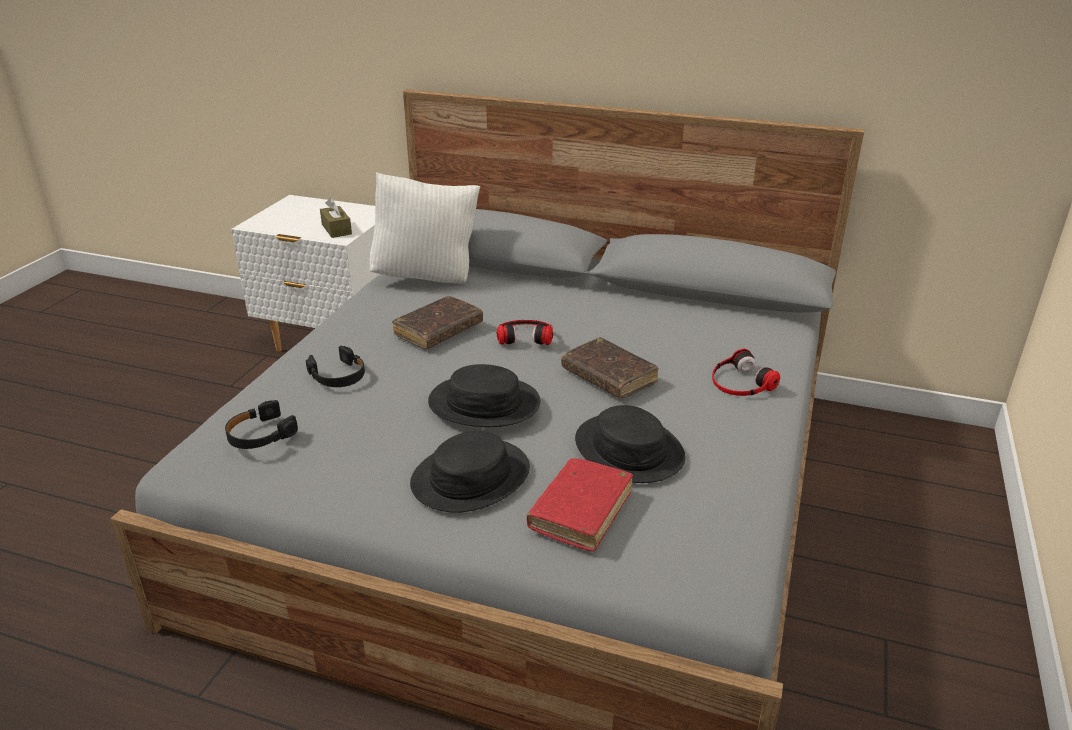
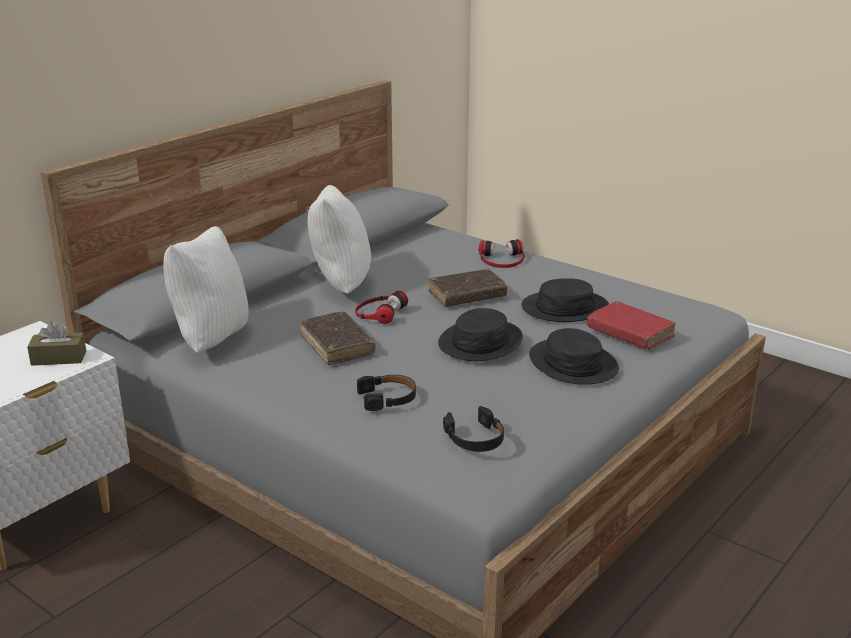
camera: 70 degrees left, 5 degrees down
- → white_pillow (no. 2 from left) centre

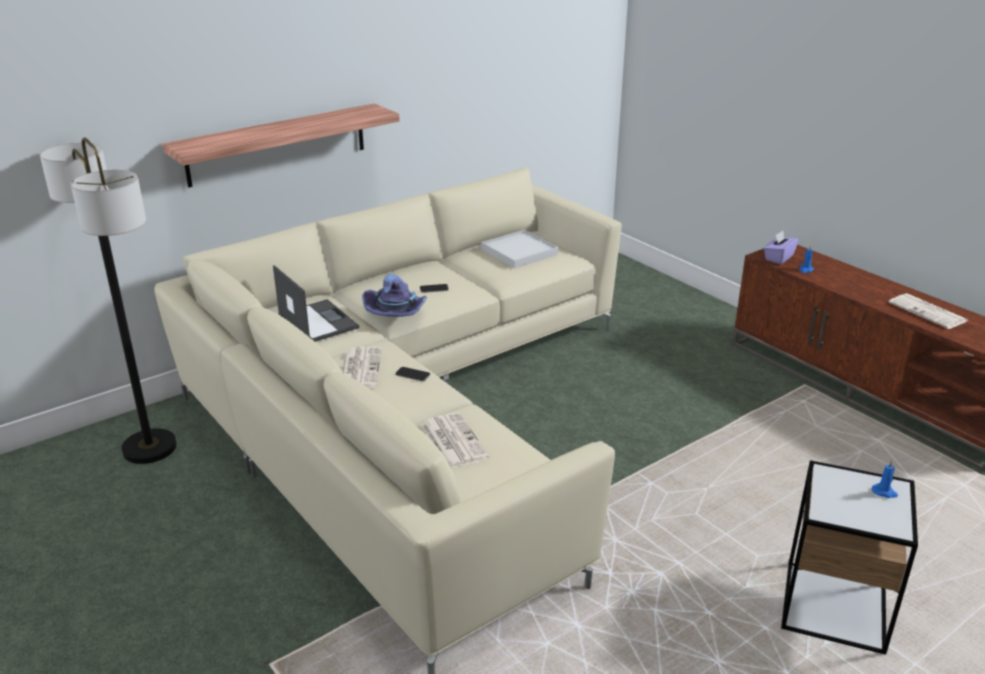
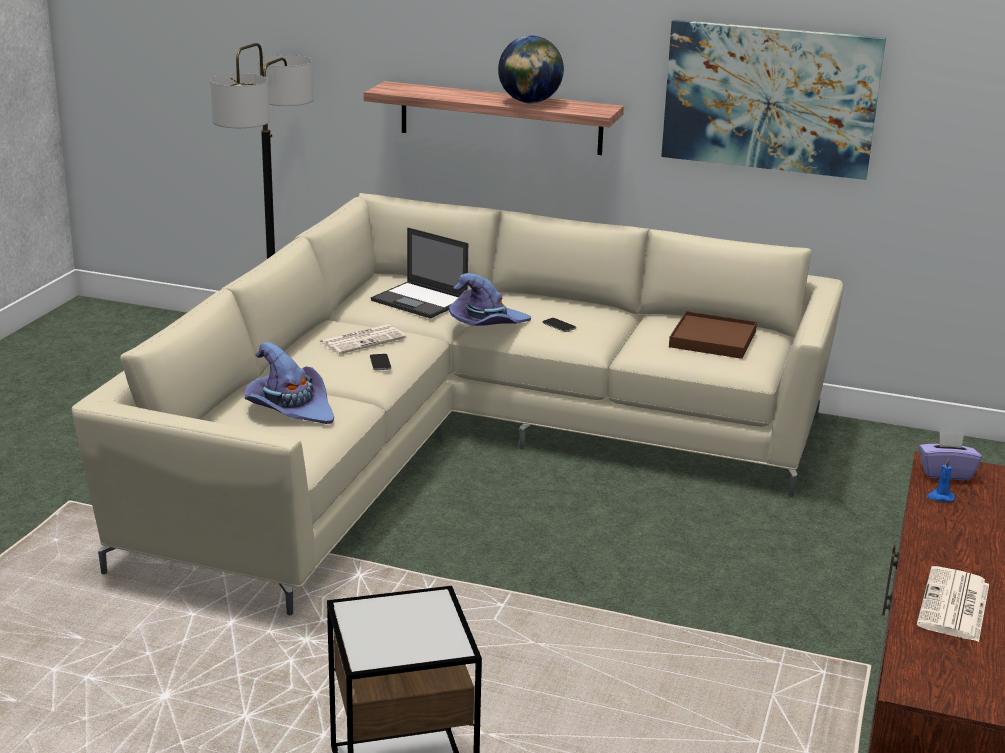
camera: 55 degrees right, 5 degrees down
white_tray centre → brown_tray middle right
laptop middle left → laptop centre, 105 degrees clockwise
newspaper (no. 2 from left) centre → purple_hat (no. 1 from left) middle left
blue_candle (no. 2 from left) bottom right → -
- → picture top right
- → globe top centre

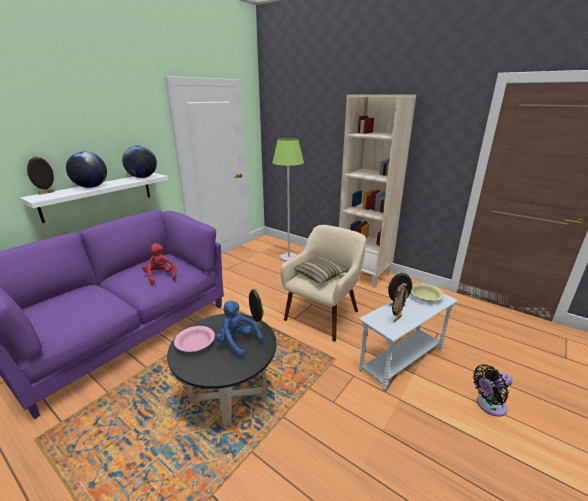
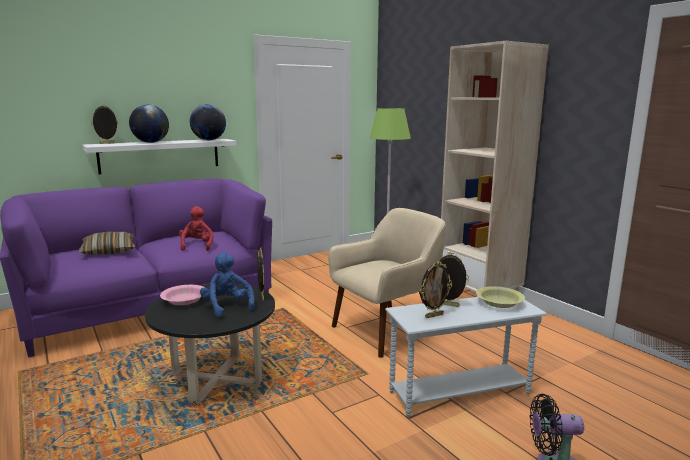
camera: 20 degrees right, 10 degrees down
pillow centre → pillow middle left, relocated

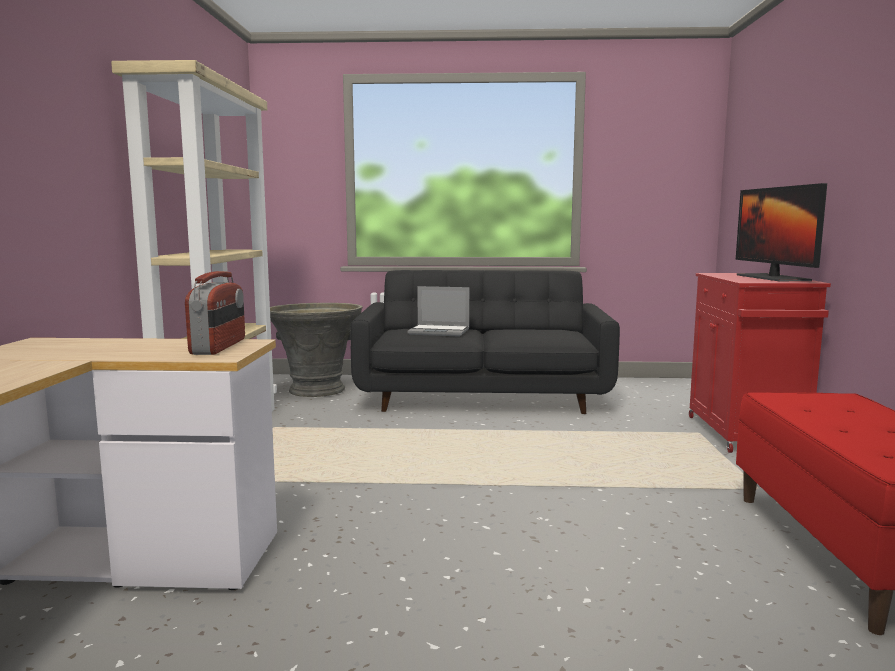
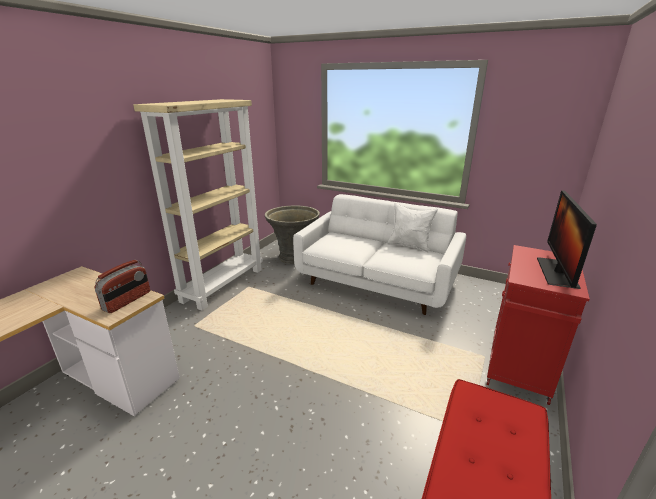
camera: 25 degrees right, 15 degrees up
black_sofa centre → white_sofa centre
laptop centre → -
- → white_pillow centre

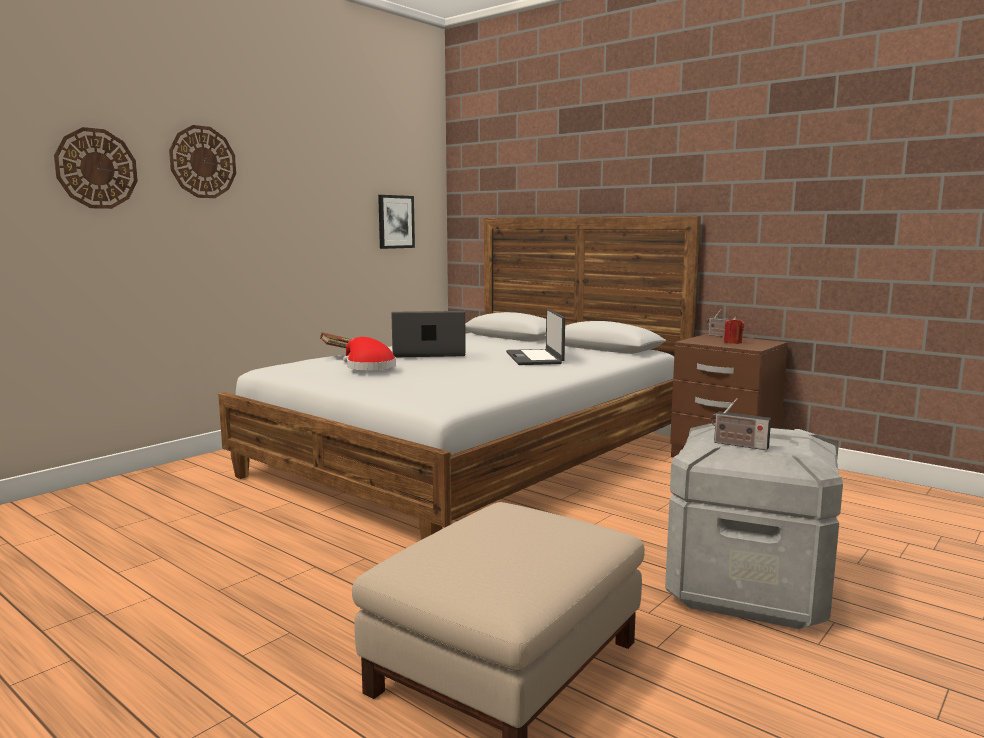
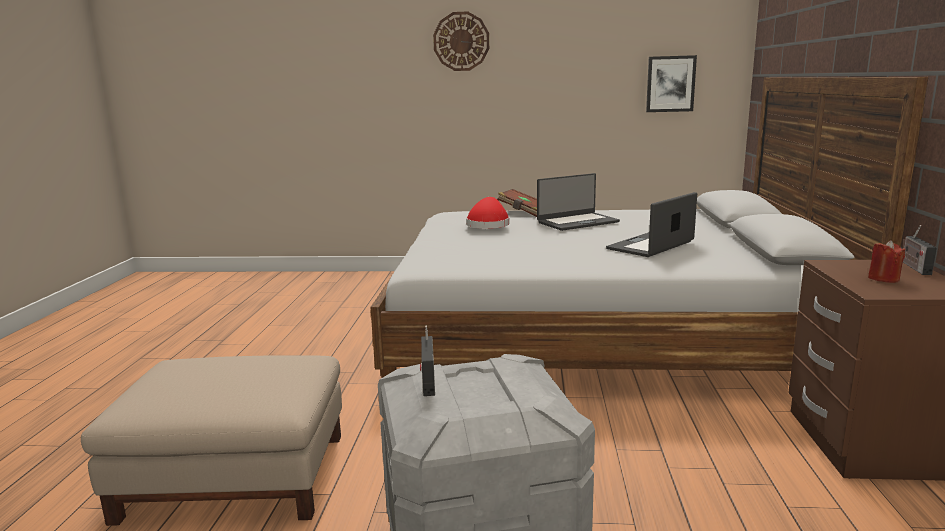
camera: 55 degrees right, 5 degrees up
wall_clock (no. 1 from left) top left → -
laptop (no. 1 from left) centre, 105 degrees clockwise

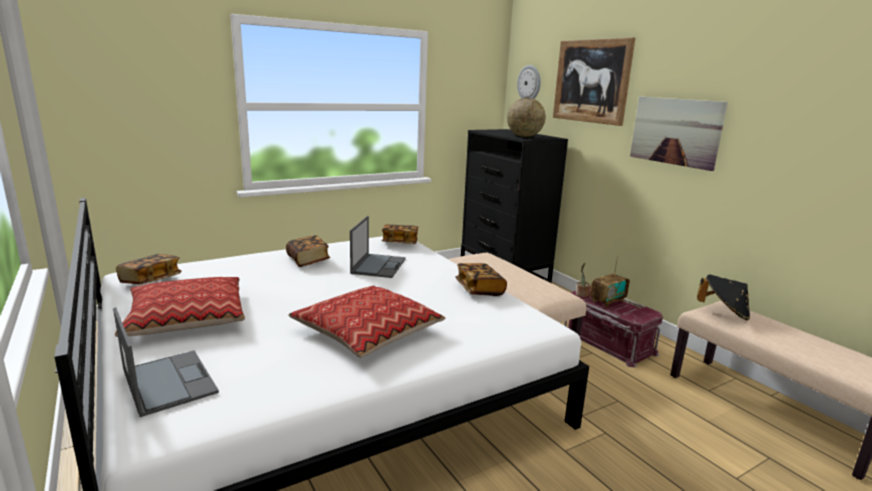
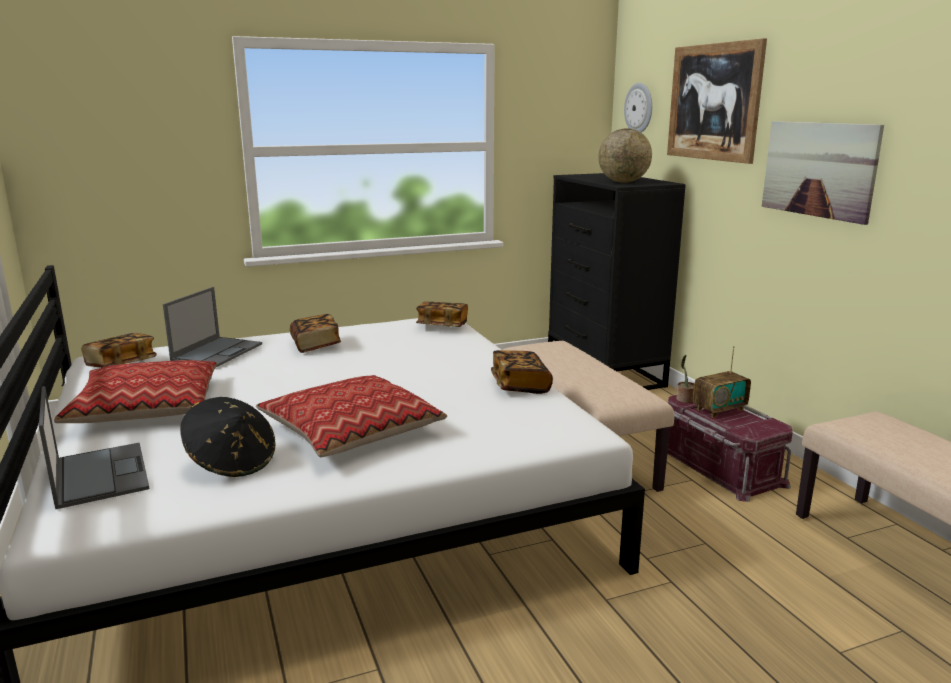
camera: 10 degrees right, 0 degrees up
laptop (no. 2 from left) centre → laptop (no. 2 from left) middle left, relocated
black_hat middle right → black_hat middle left, relocated

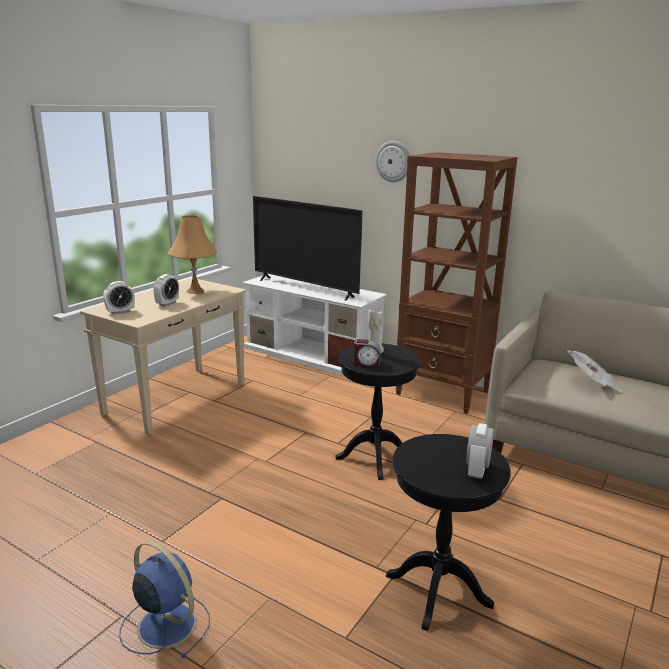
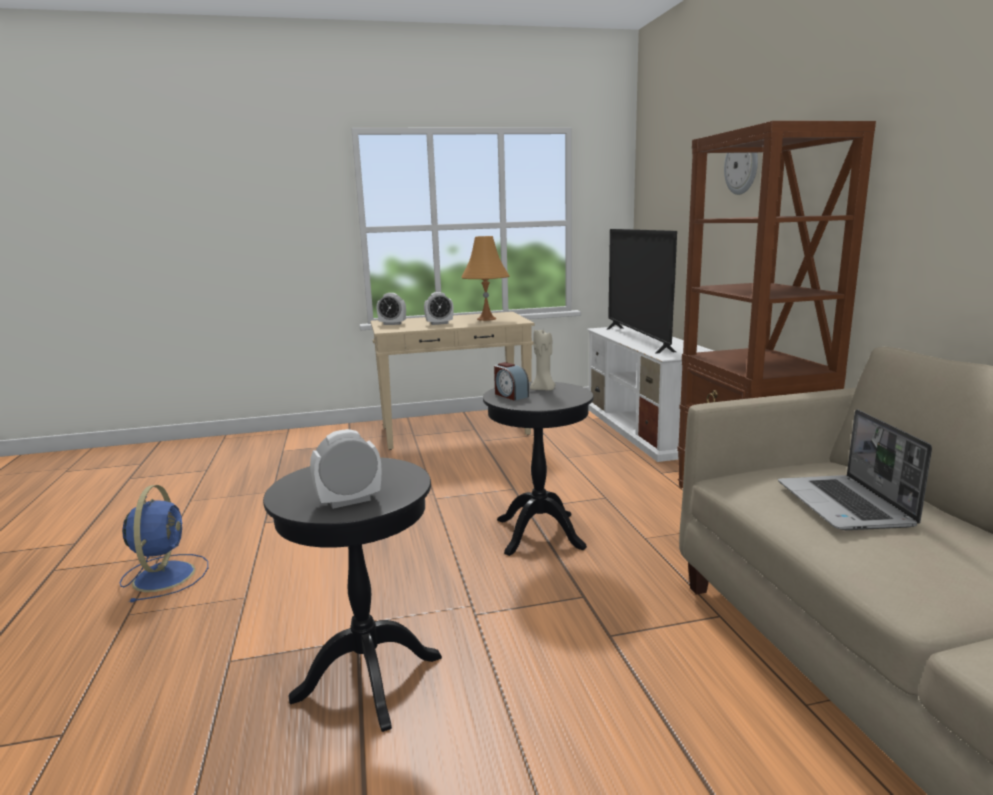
camera: 45 degrees right, 5 degrees down
newspaper middle right → laptop middle right

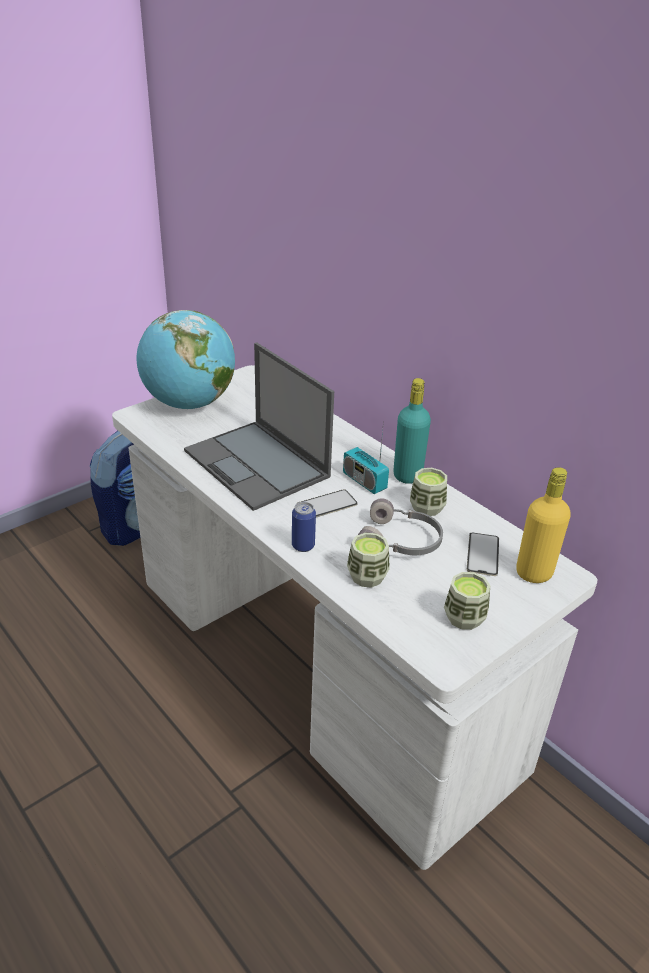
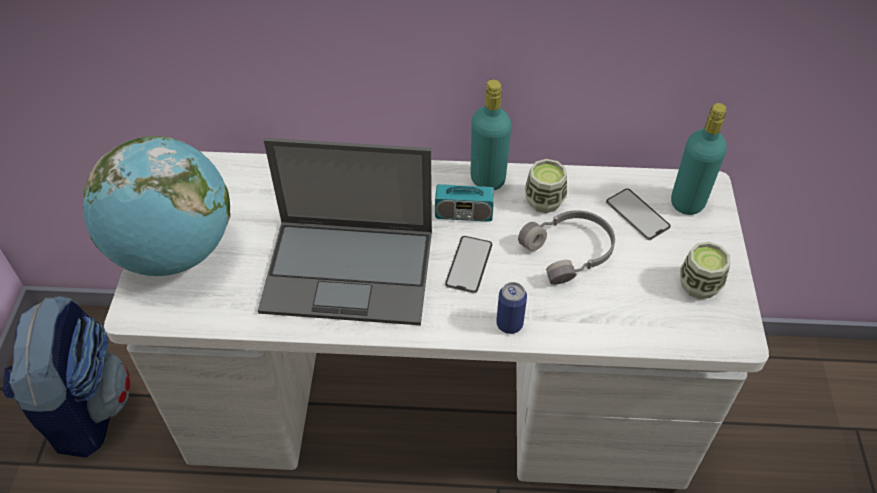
camera: 45 degrees left, 15 degrees up
yellow_bottle middle right → turquoise_bottle (no. 2 from left) top right
cup (no. 1 from left) centre → -

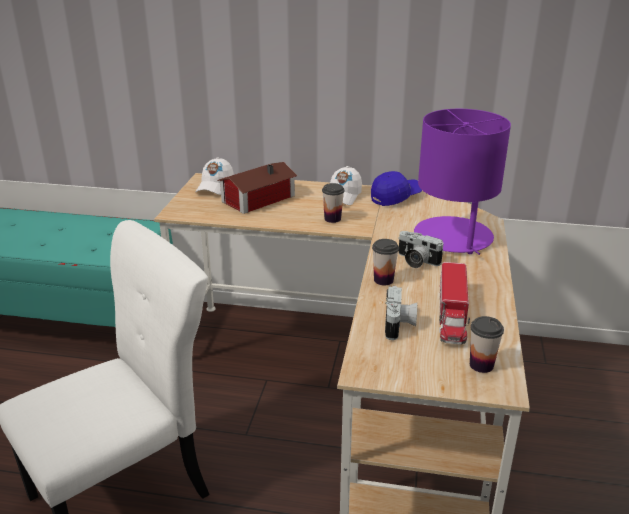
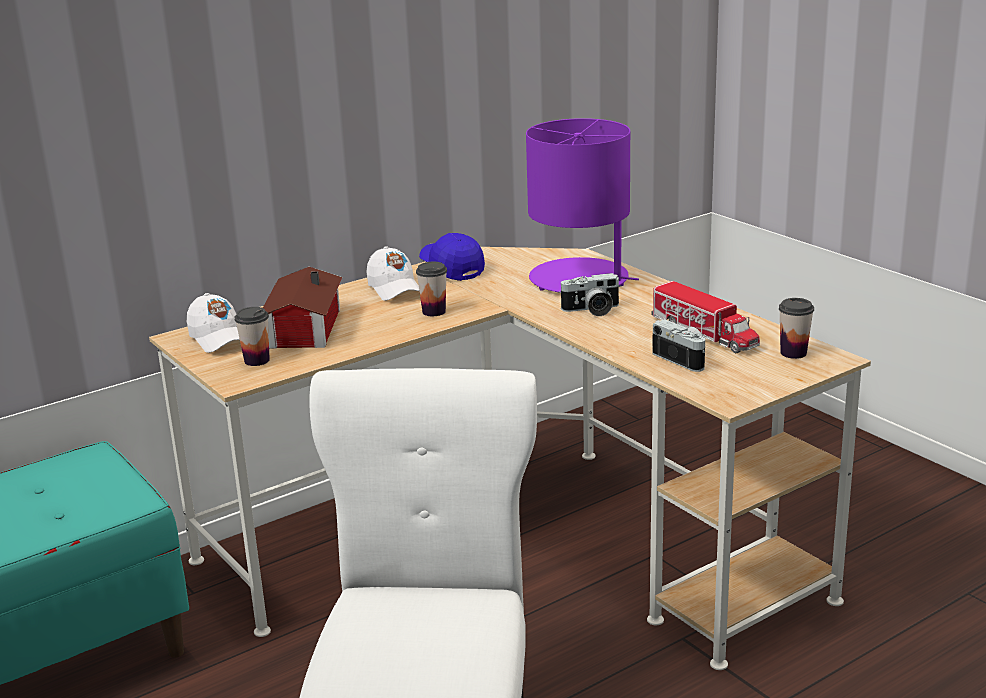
camera: 45 degrees left, 5 degrees down
blue_cap centre, 45 degrees counterclockwise
cup (no. 2 from left in the first image) centre → cup (no. 1 from left) middle left, relocated

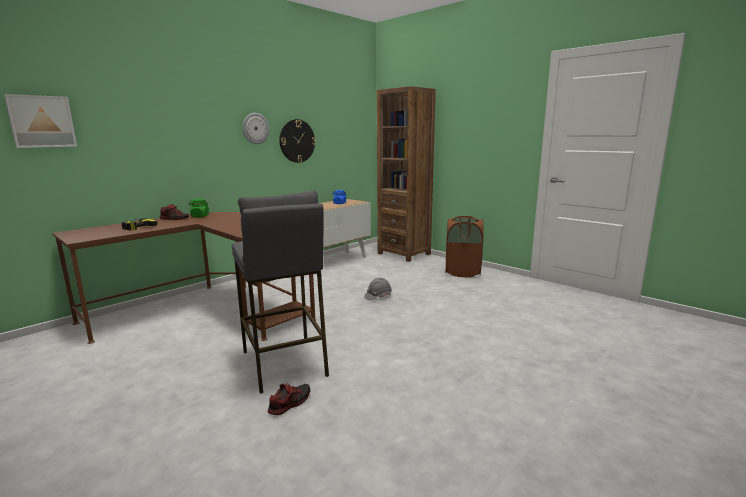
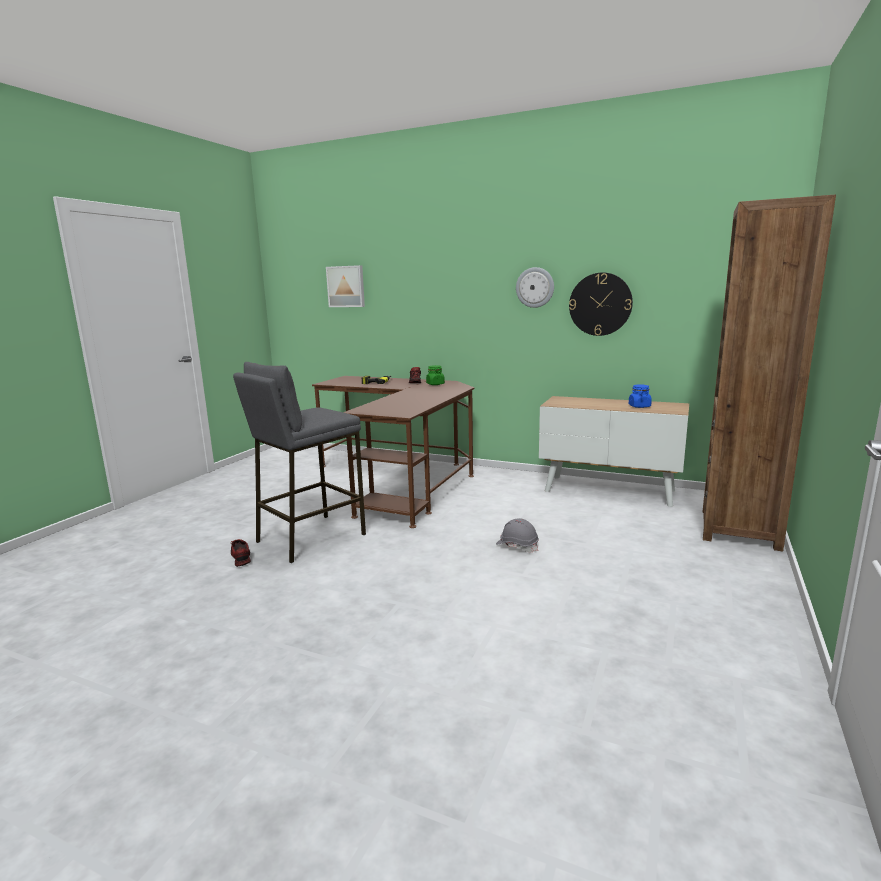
camera: 70 degrees right, 0 degrees up
brown_laundry_basket centre → -
shoe (no. 2 from left in the first image) bottom centre → shoe (no. 1 from left) middle left, 135 degrees counterclockwise

